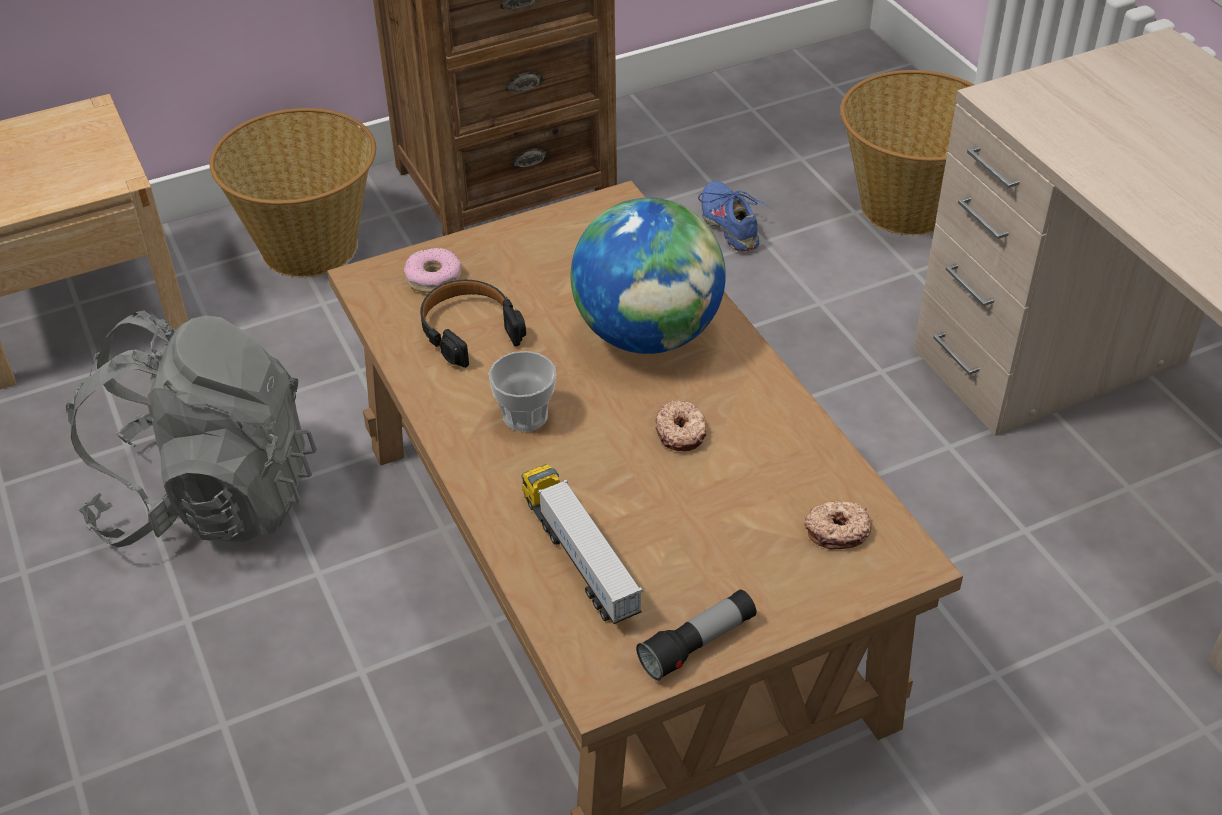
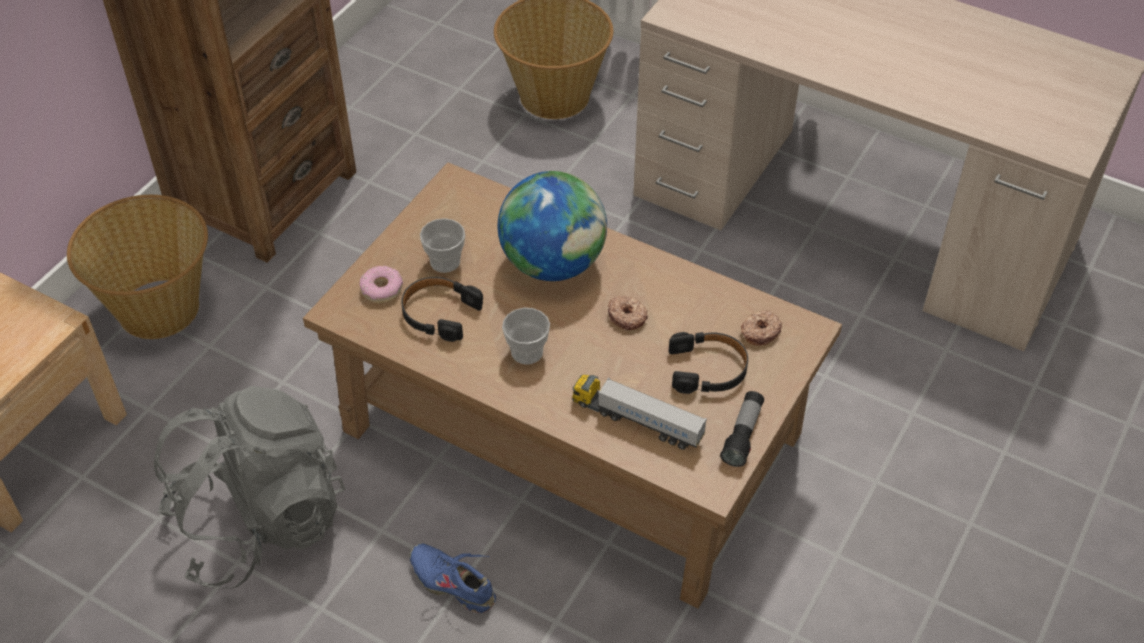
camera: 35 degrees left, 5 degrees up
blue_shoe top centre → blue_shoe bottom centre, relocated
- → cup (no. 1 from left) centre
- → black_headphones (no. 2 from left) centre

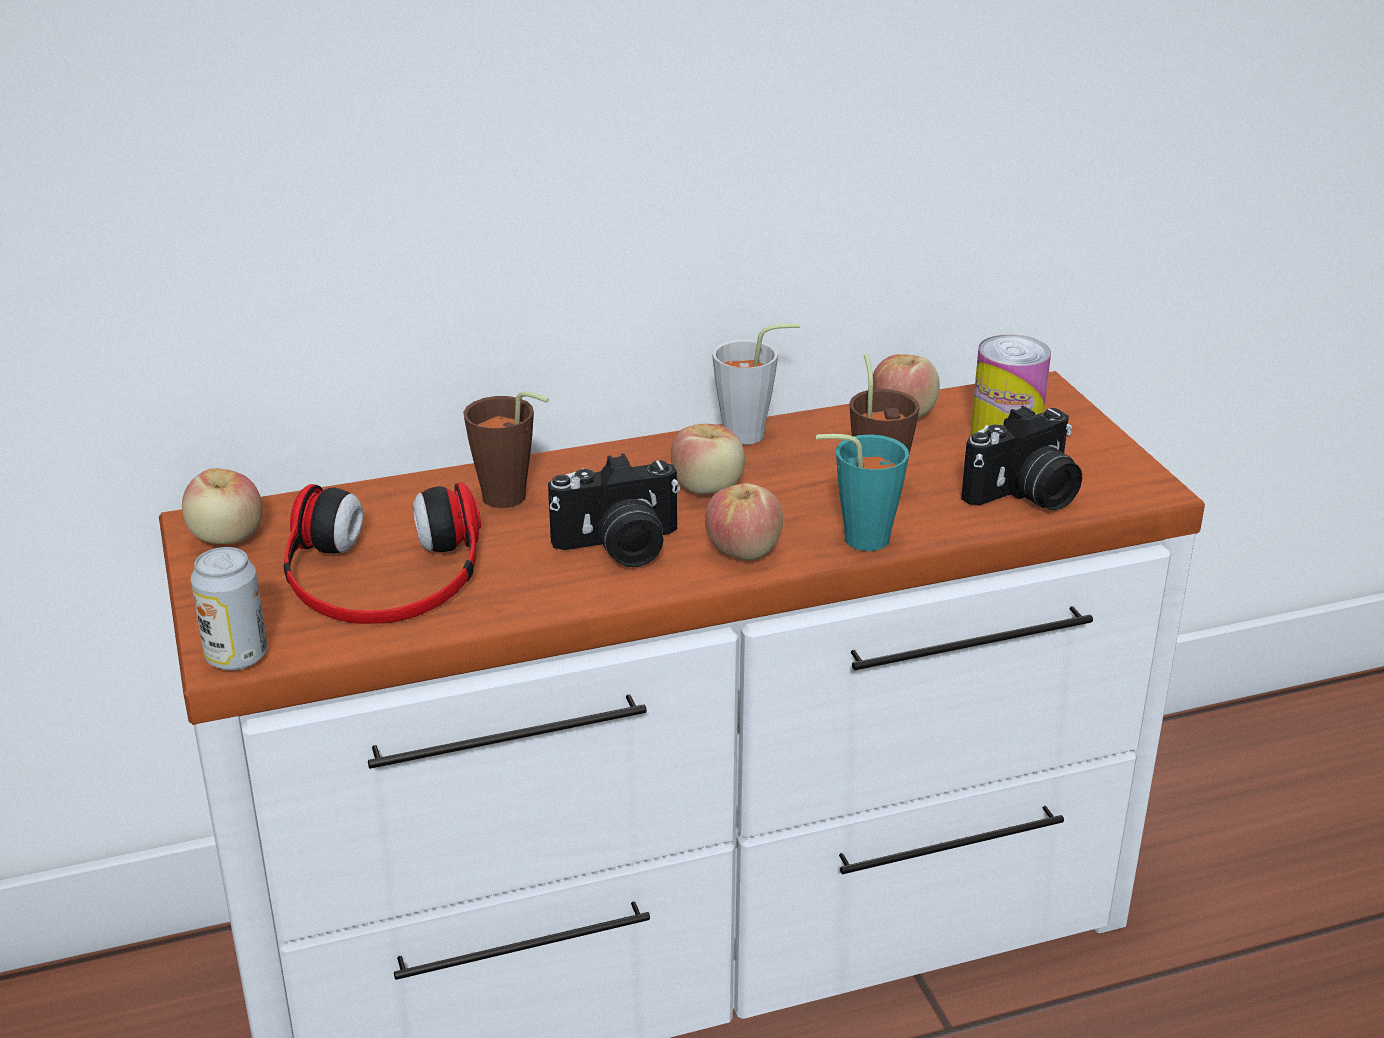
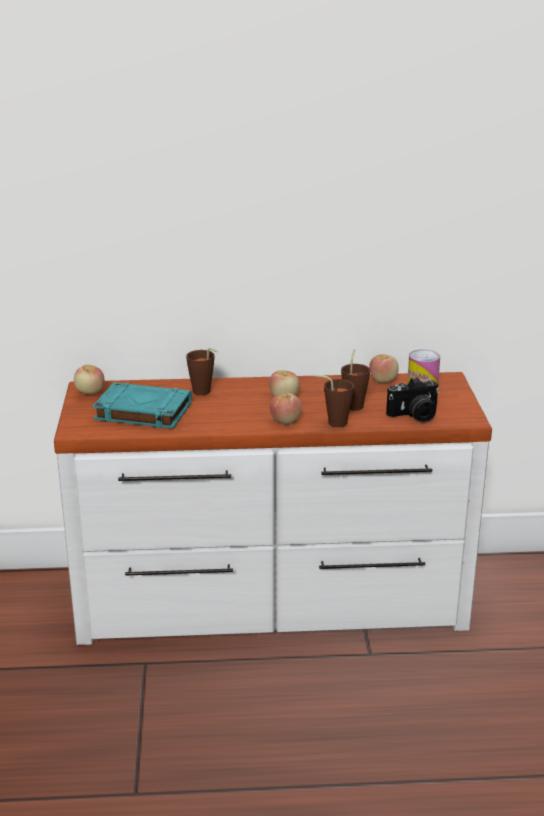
camera: 15 degrees right, 5 degrees down
grey_cup centre → -
turquoise_cup centre → brown_cup (no. 2 from left) centre
photo_camera (no. 1 from left) centre → -
headphones middle left → turquoise_book middle left
can (no. 1 from left) middle left → -

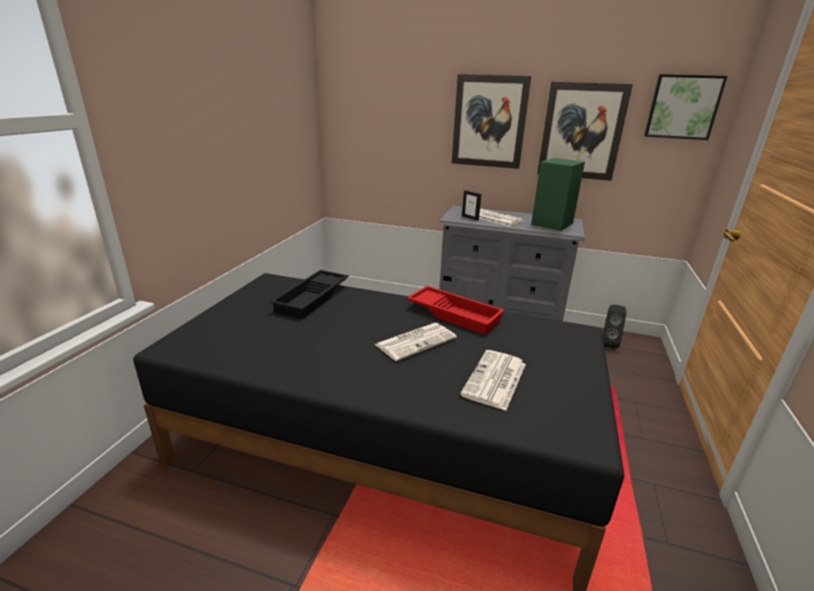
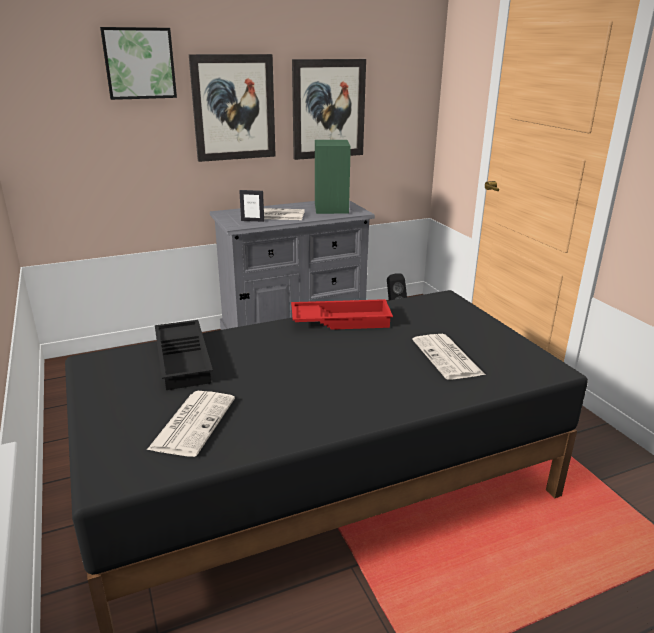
camera: 40 degrees left, 0 degrees up
picture (no. 3 from left in the first image) top right → picture (no. 1 from left) top left, relocated
newspaper (no. 1 from left) centre → newspaper (no. 1 from left) bottom left, relocated

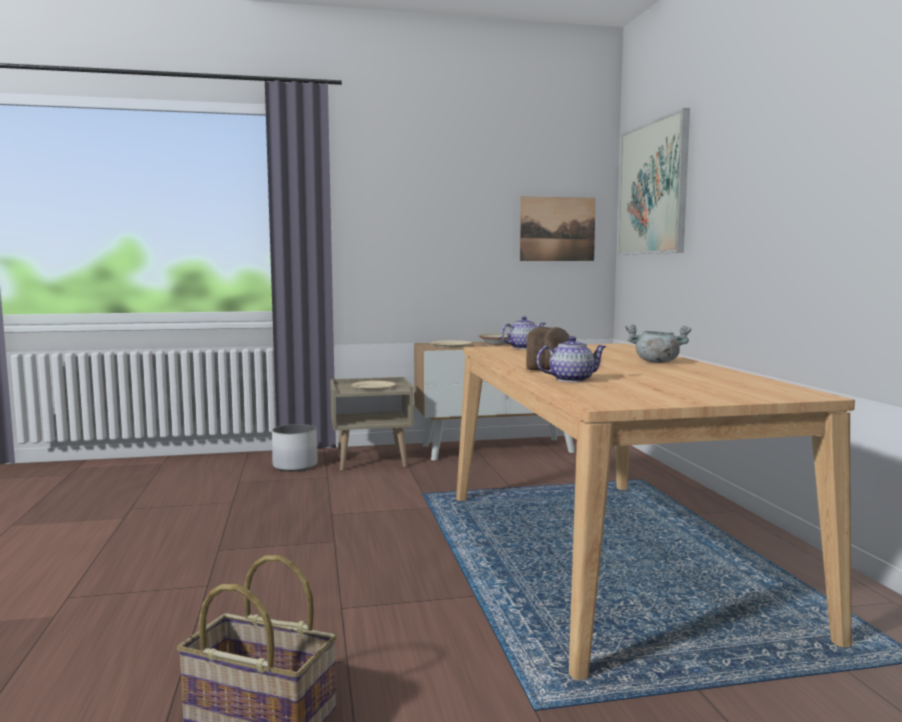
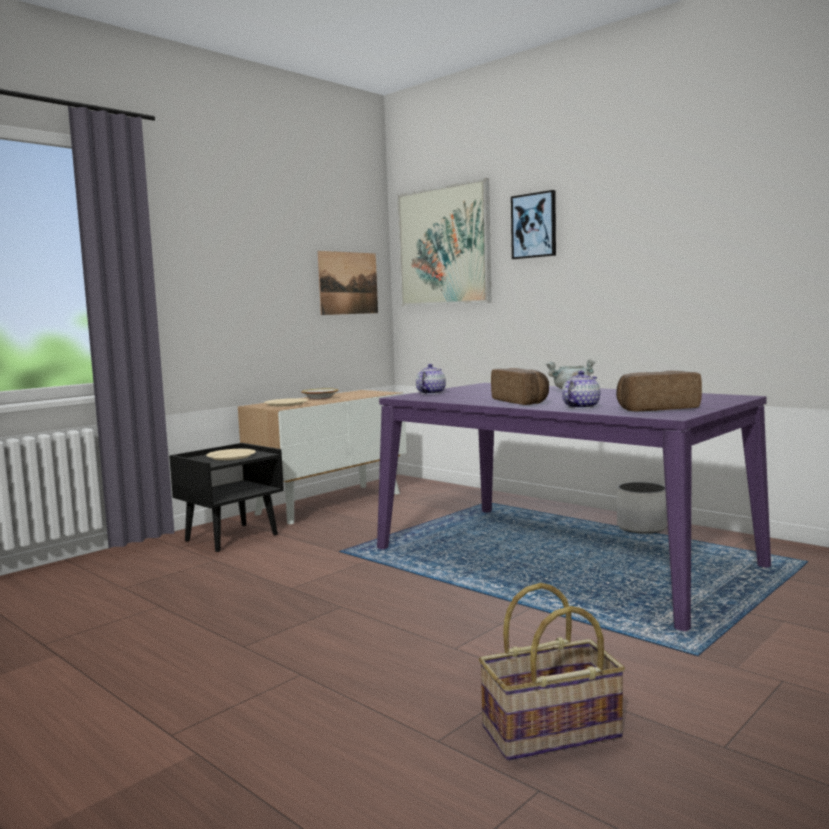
camera: 35 degrees left, 0 degrees up
beige_dining_table bottom right → purple_dining_table middle right
beige_nightstand centre → black_nightstand middle left
white_planter middle left → white_planter middle right, relocated
- → picture (no. 3 from left) top centre
- → bread (no. 2 from left) middle right

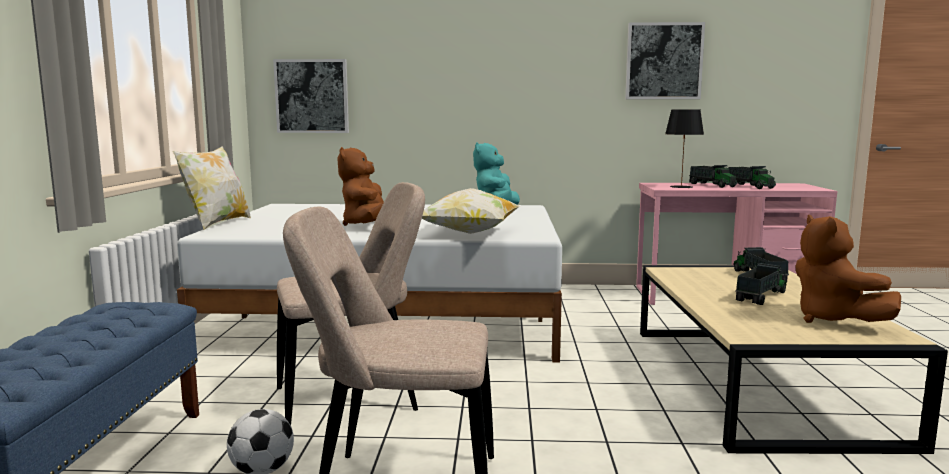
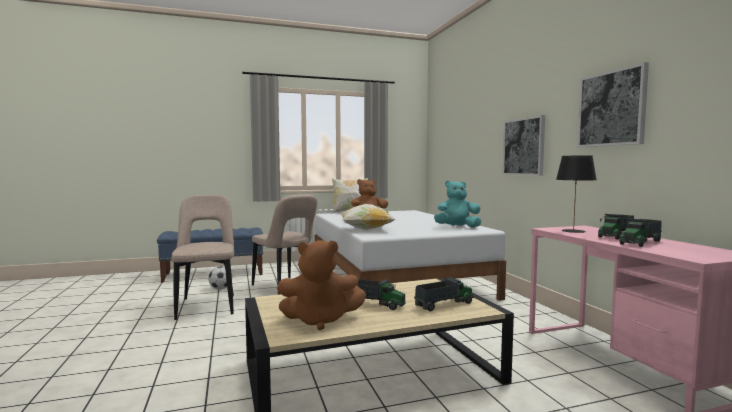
camera: 70 degrees right, 5 degrees down
picture (no. 1 from left) top left → picture (no. 1 from left) middle right, relocated
brown_plush_toy (no. 2 from left in the first image) middle right → brown_plush_toy (no. 1 from left) bottom centre, 150 degrees counterclockwise

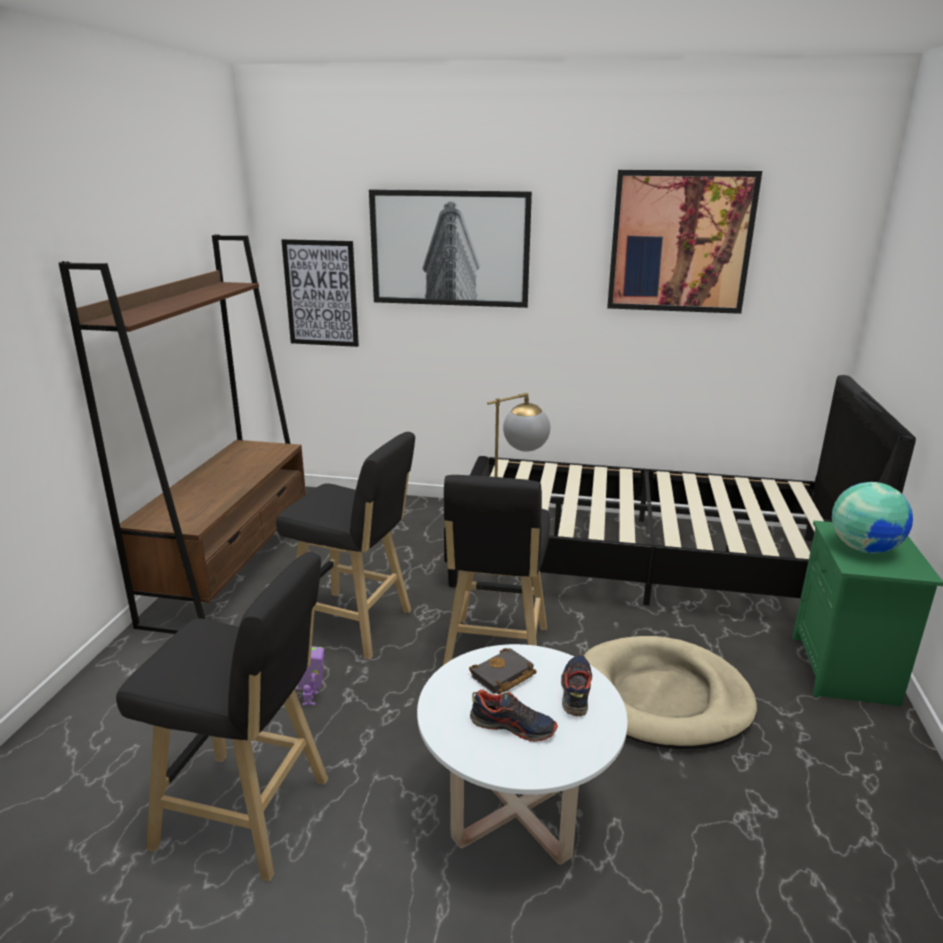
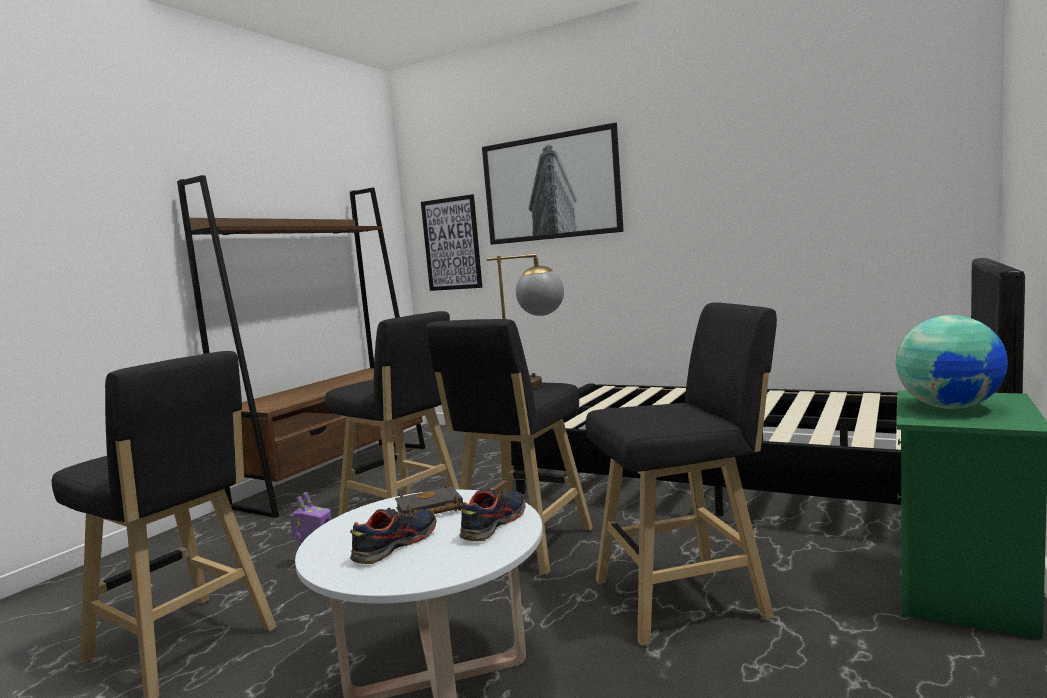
camera: 20 degrees right, 15 degrees down
picture (no. 3 from left) top right → -
beige_dog_bed bottom right → black_stool (no. 4 from left) bottom centre
shoe (no. 1 from left) bottom centre, 90 degrees counterclockwise

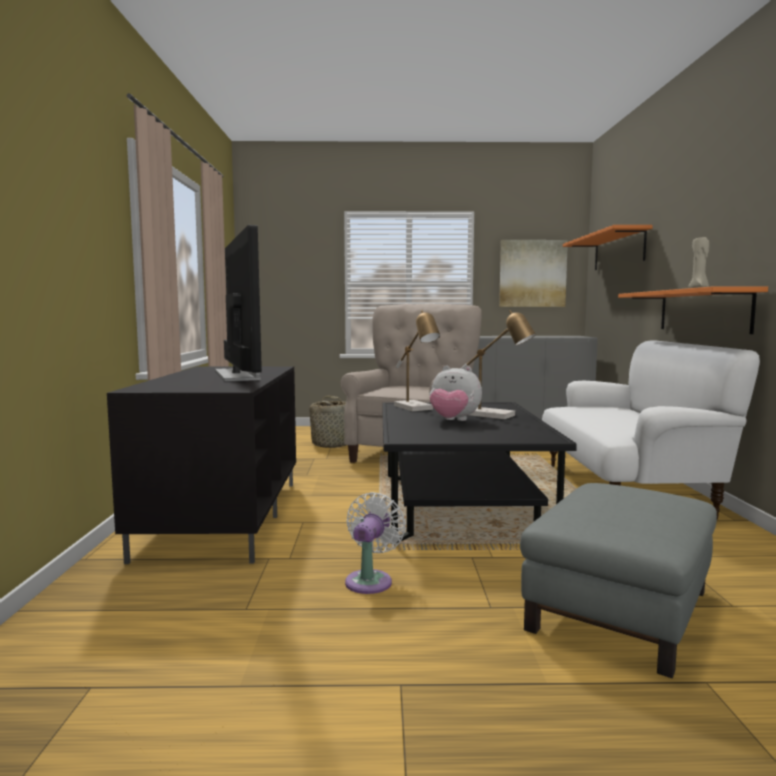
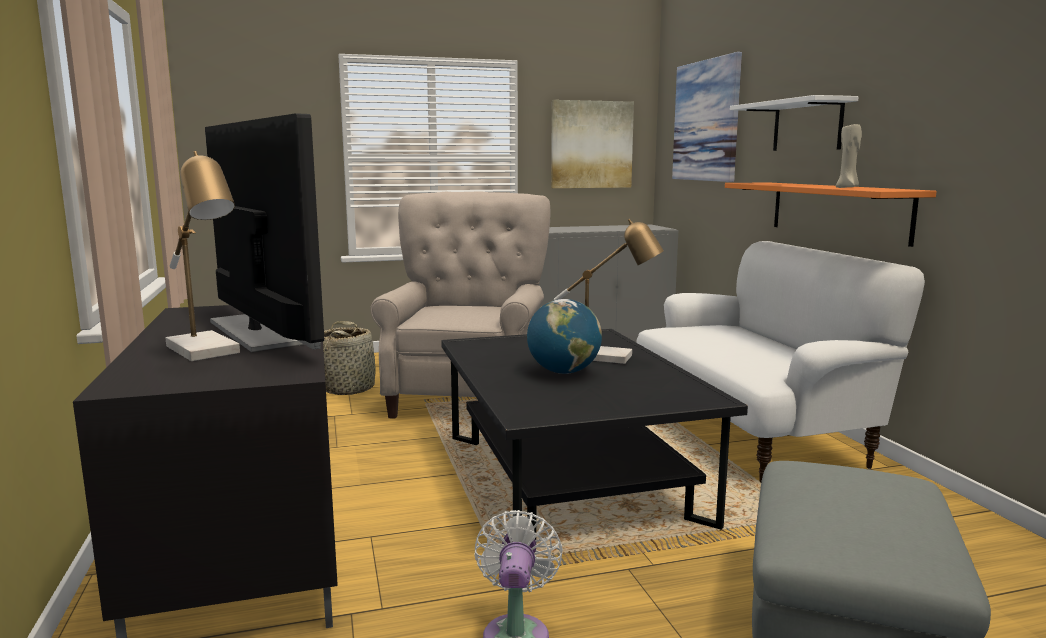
camera: 15 degrees left, 5 degrees up
orange_shelf (no. 1 from left) top right → picture (no. 2 from left) top right
table_lamp (no. 1 from left) centre → table_lamp (no. 1 from left) middle left, relocated
plush_toy centre → globe centre
- → white_shelf top right

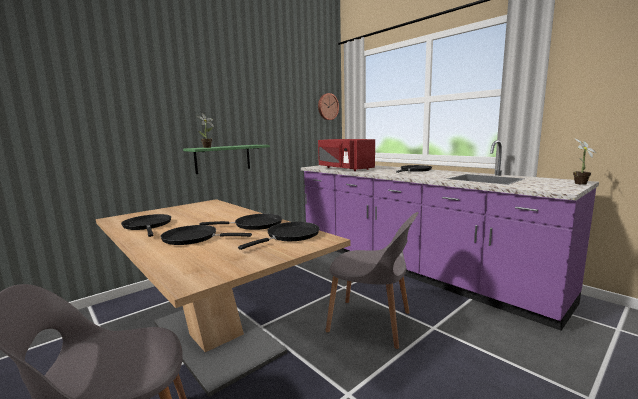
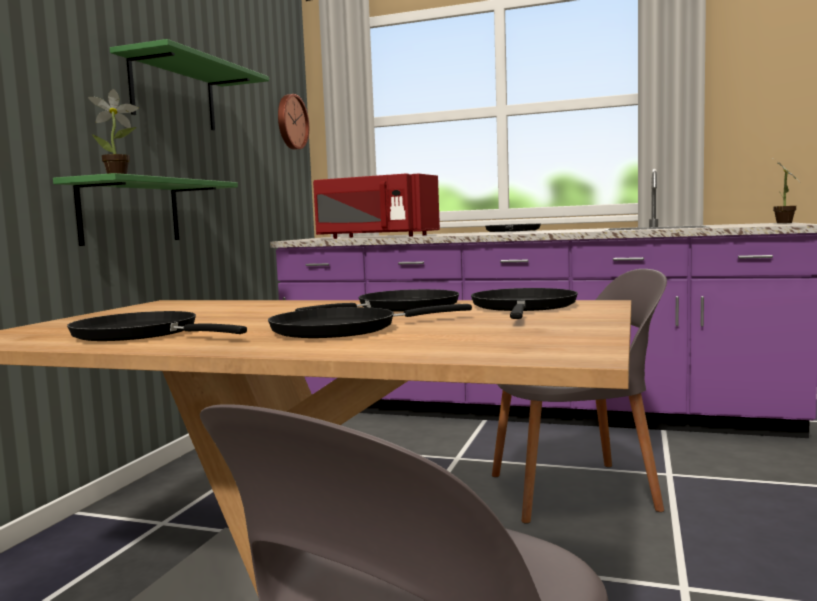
camera: 30 degrees left, 5 degrees down
- → green_shelf (no. 2 from left) top left

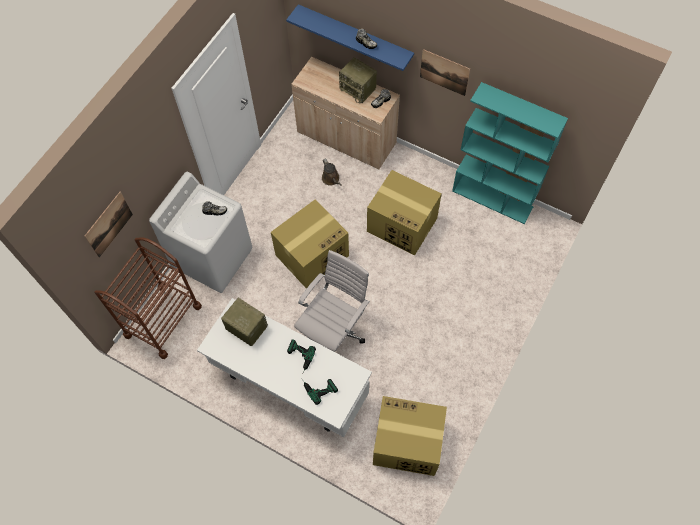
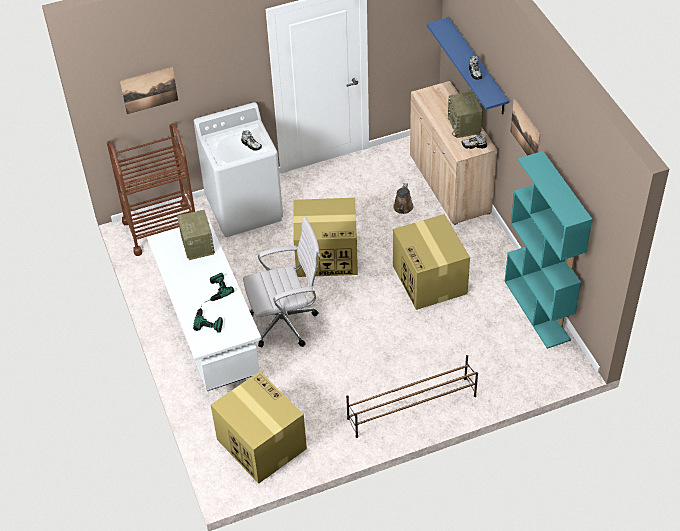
camera: 40 degrees right, 15 degrees down
- → brown_shoe_rack bottom centre

